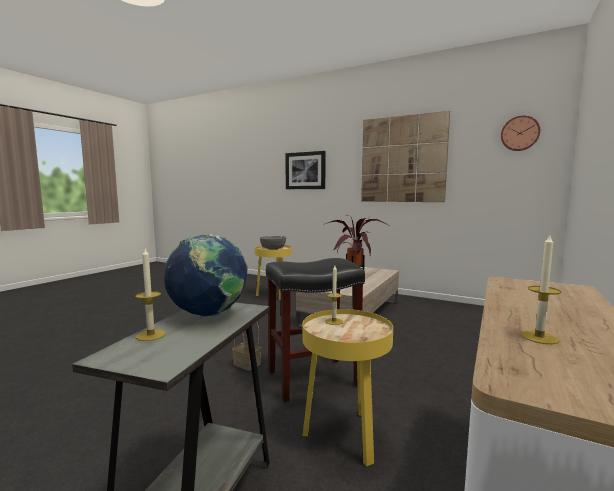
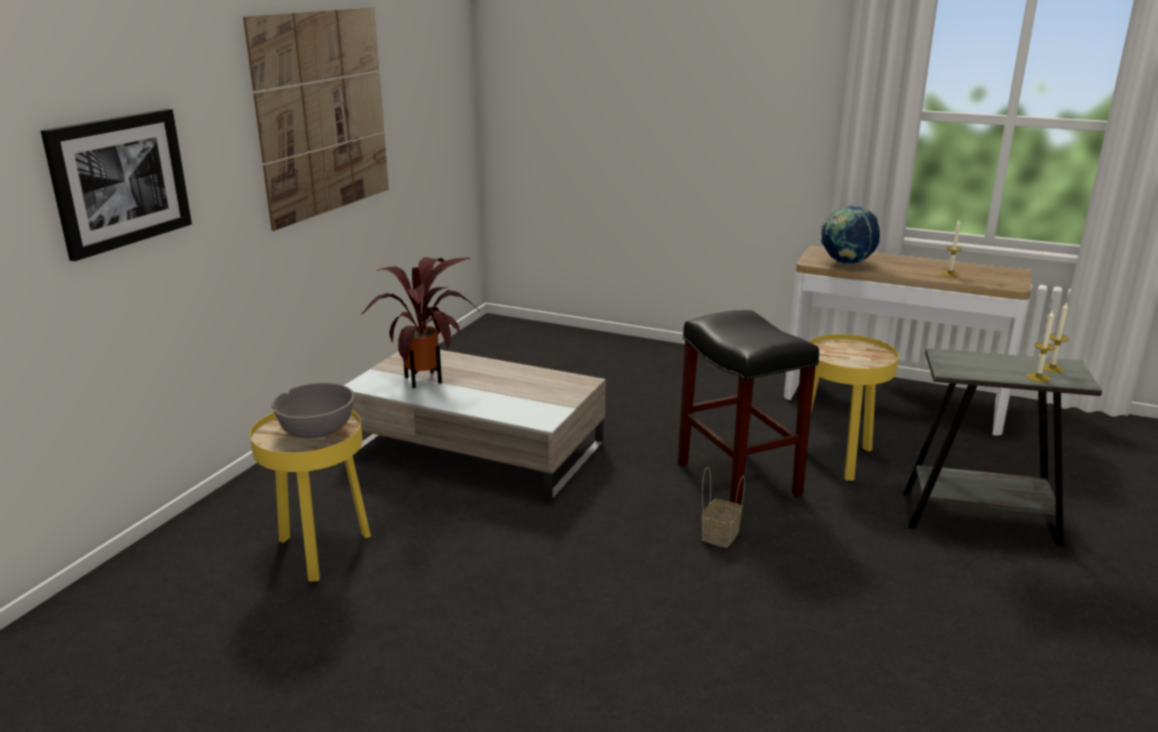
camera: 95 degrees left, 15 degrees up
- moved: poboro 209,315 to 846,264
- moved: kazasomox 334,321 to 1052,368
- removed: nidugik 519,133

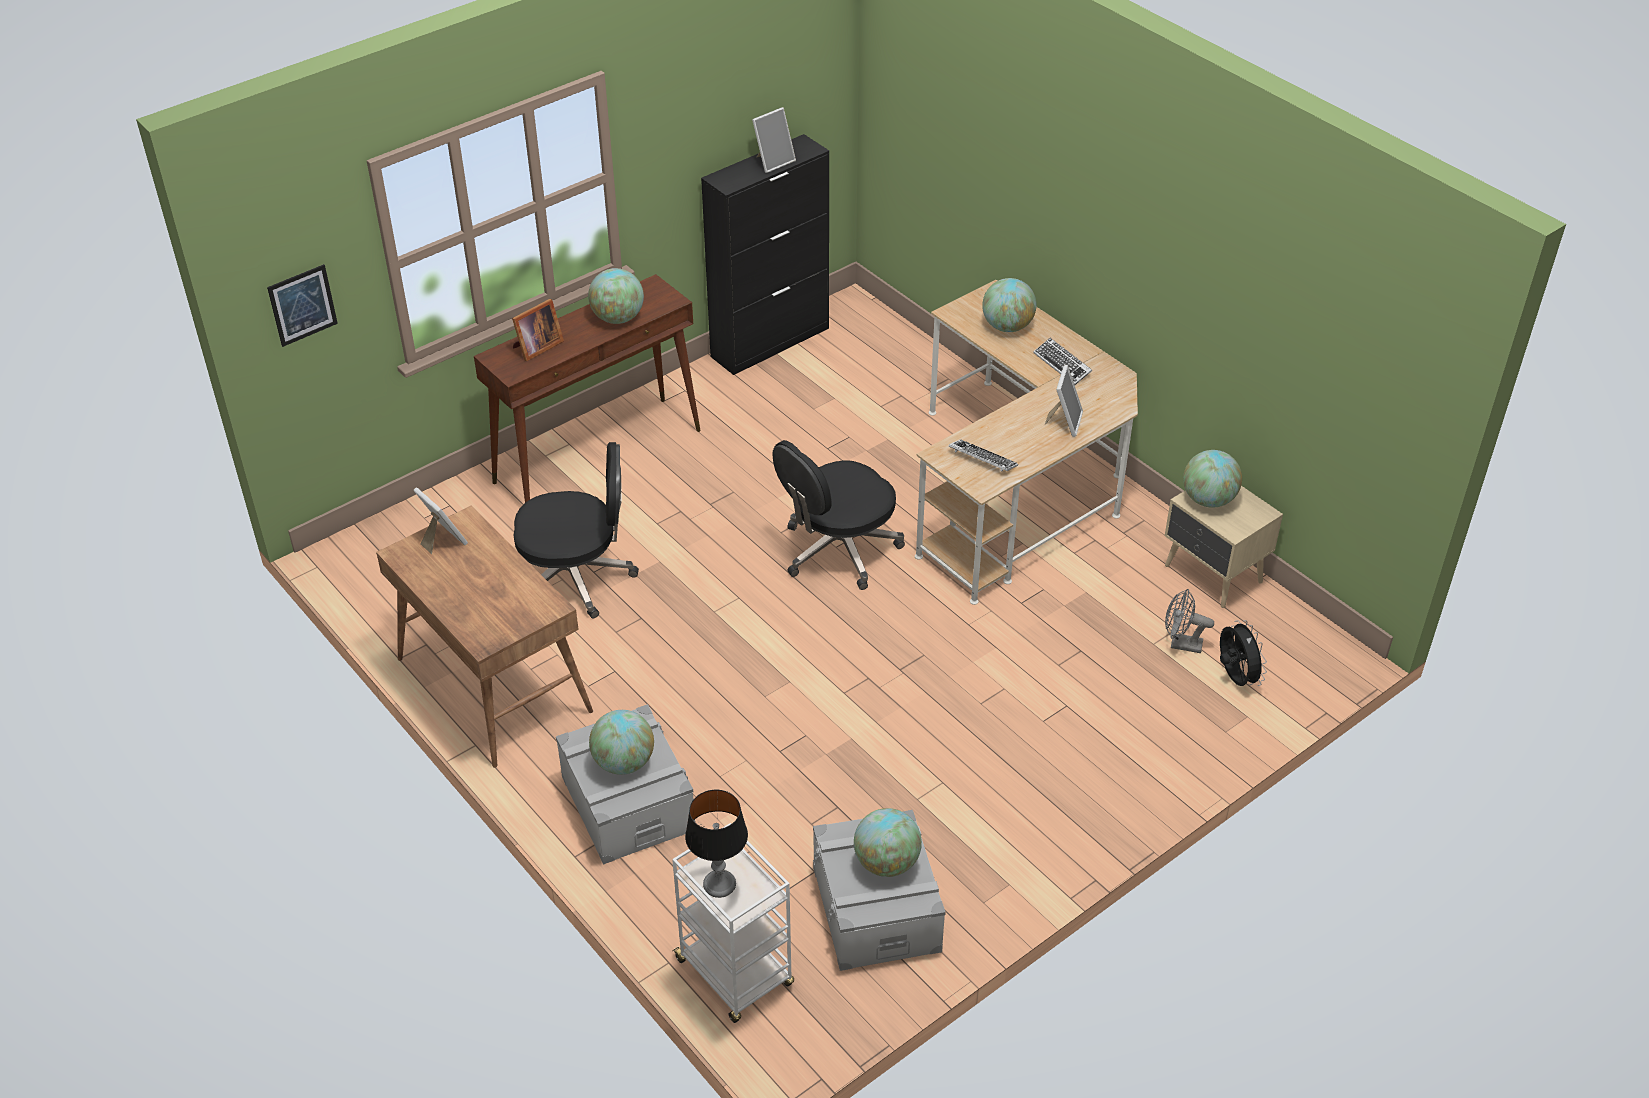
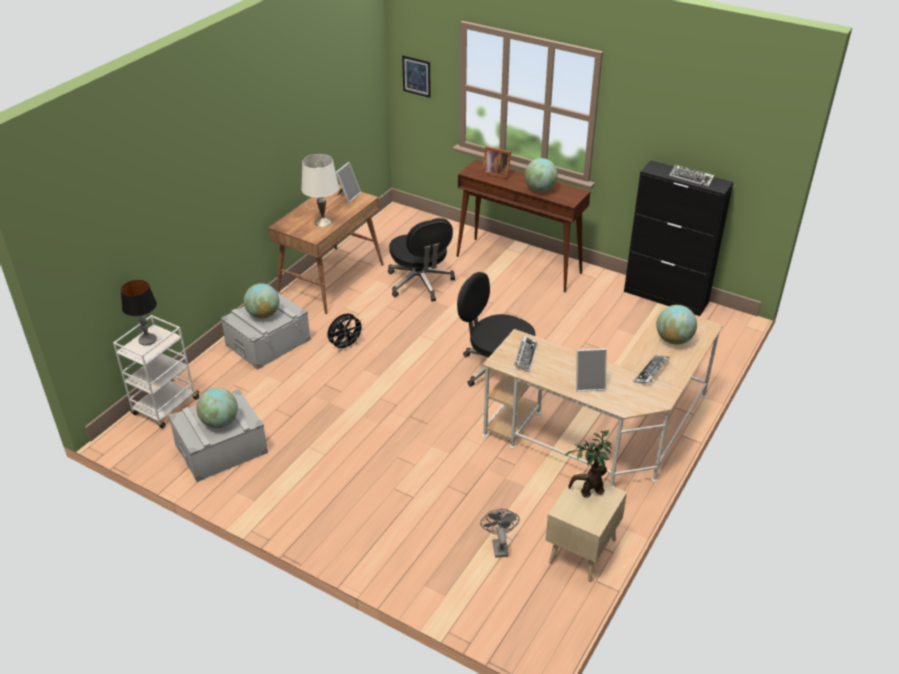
camera: 70 degrees right, 5 degrees down
- added: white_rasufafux 323,222
- moved: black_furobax 1234,678 to 346,346
- replaced: poboro 1208,500 to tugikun 588,491
- replaced: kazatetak 773,161 to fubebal 691,178

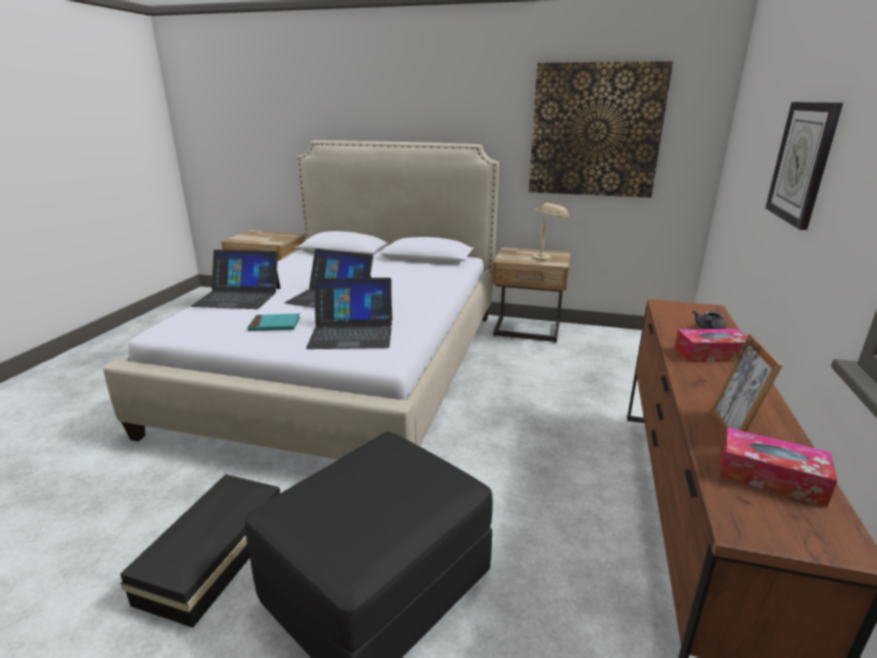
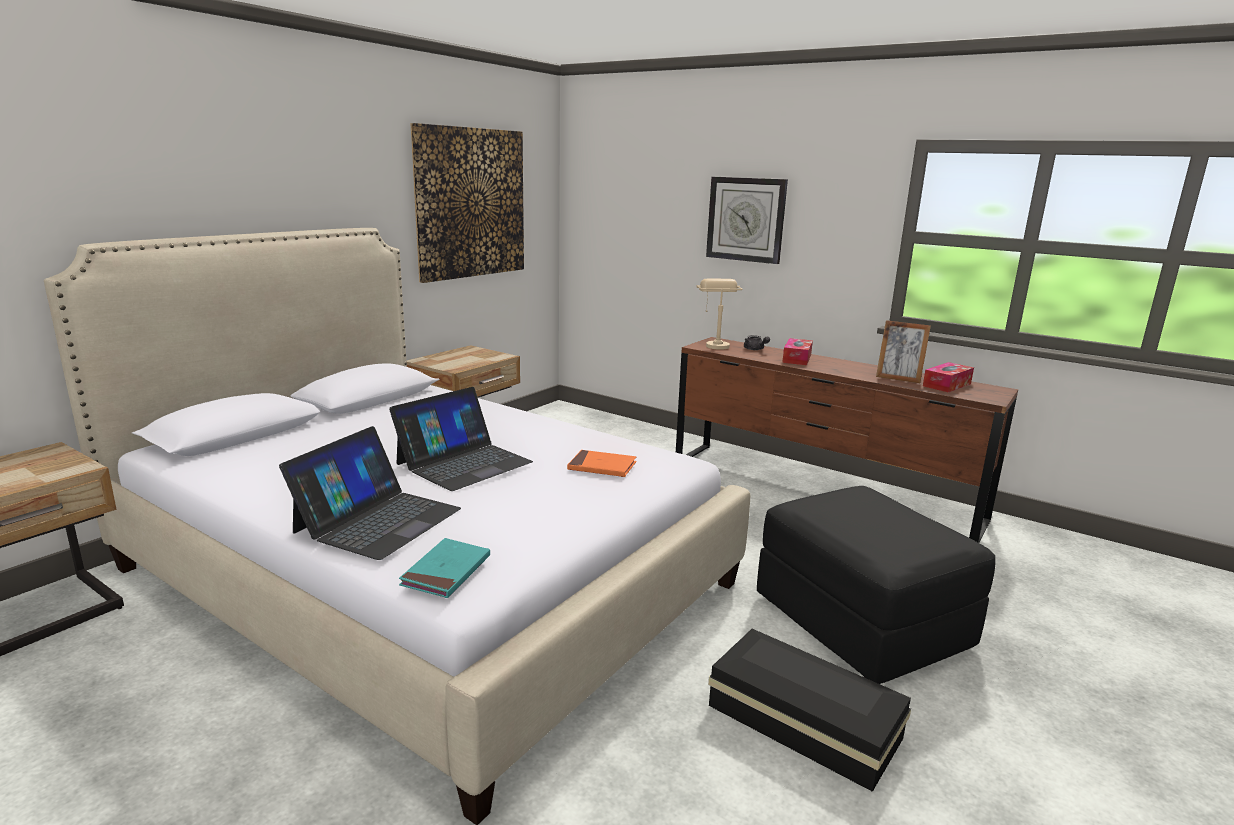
camera: 70 degrees left, 5 degrees down
- moved: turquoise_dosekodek 275,325 to 446,571
- replaced: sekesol 352,333 to orange_dosekodek 602,467
- moved: beige_rasufafux 545,257 to 714,344

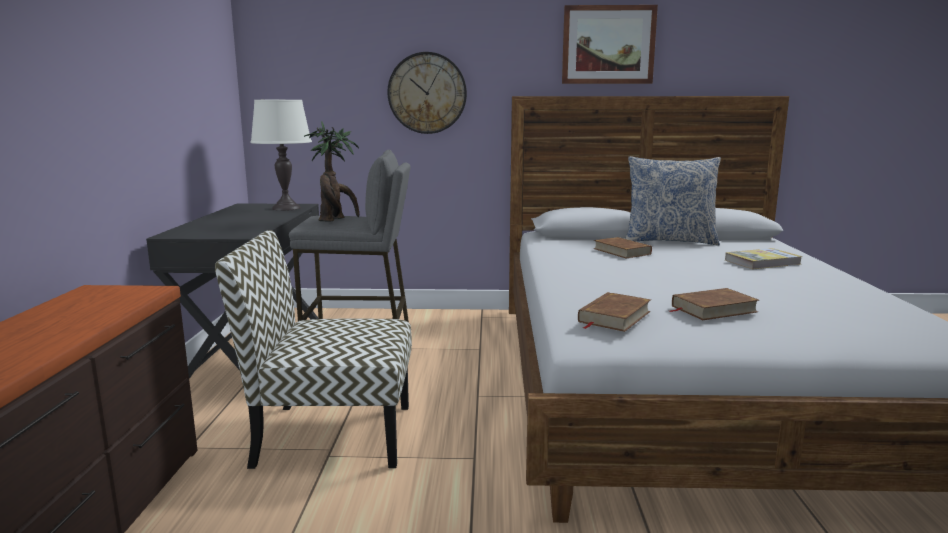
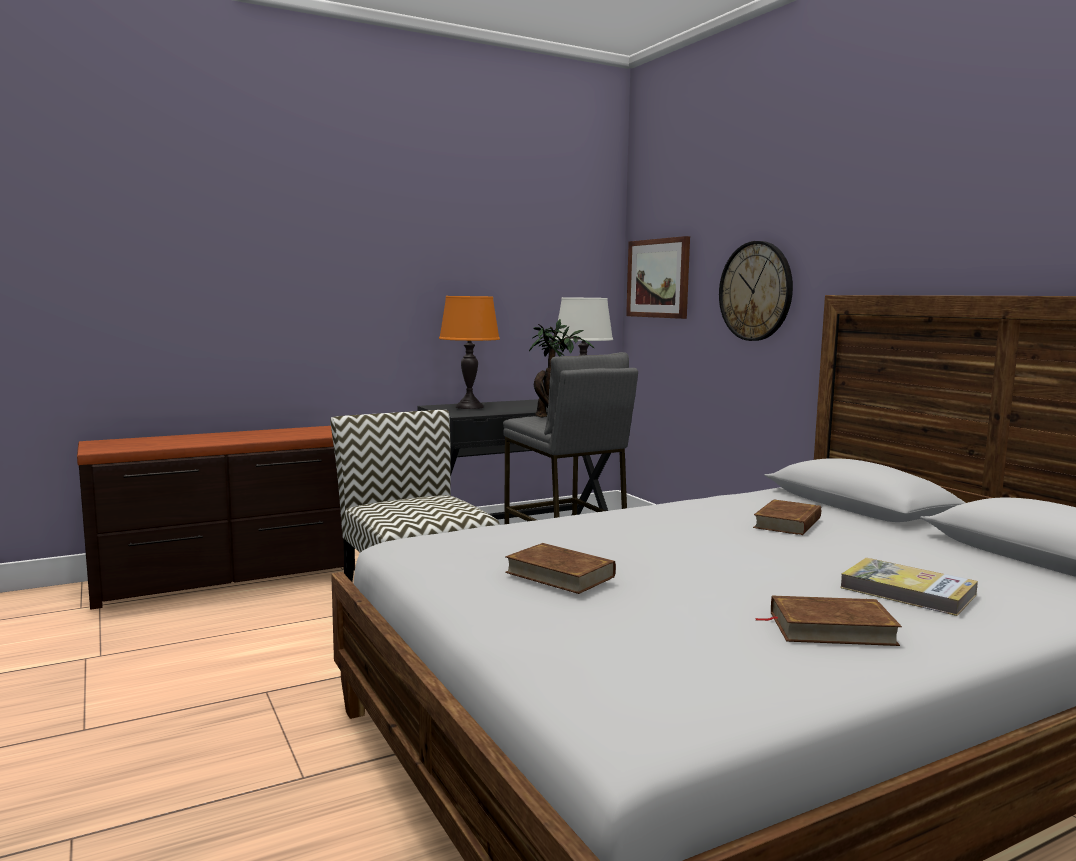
camera: 60 degrees right, 5 degrees down
- added: orange_rasufafux 469,407
- moved: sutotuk 608,45 to 658,278
- moved: brown_dosekodek 613,317 to 831,628
- removed: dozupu 669,241

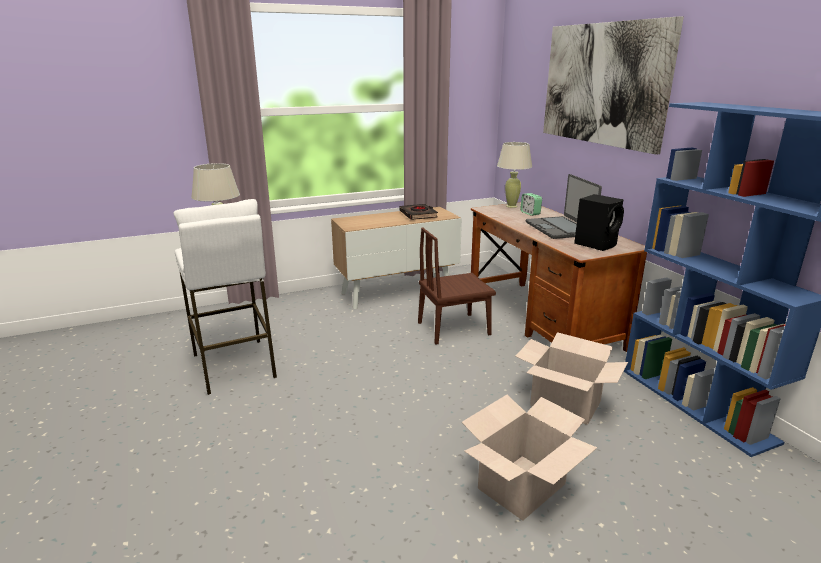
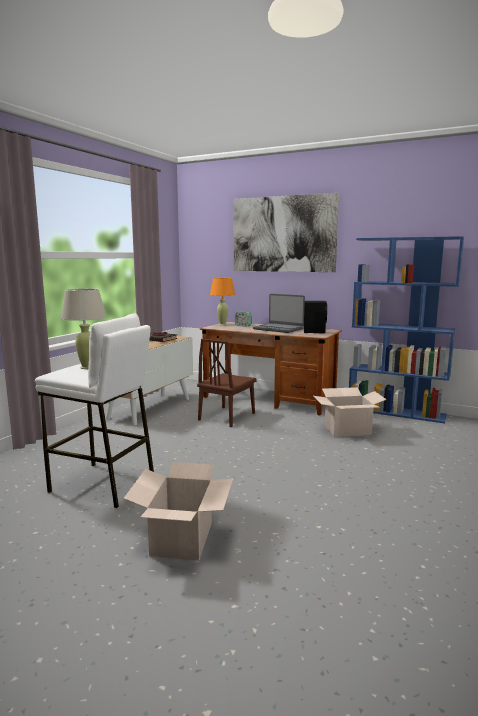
camera: 40 degrees left, 10 degrees down
- moved: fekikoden 521,485 to 181,539
- recoloured: beige_rasufafux 511,206 to orange_rasufafux 222,324

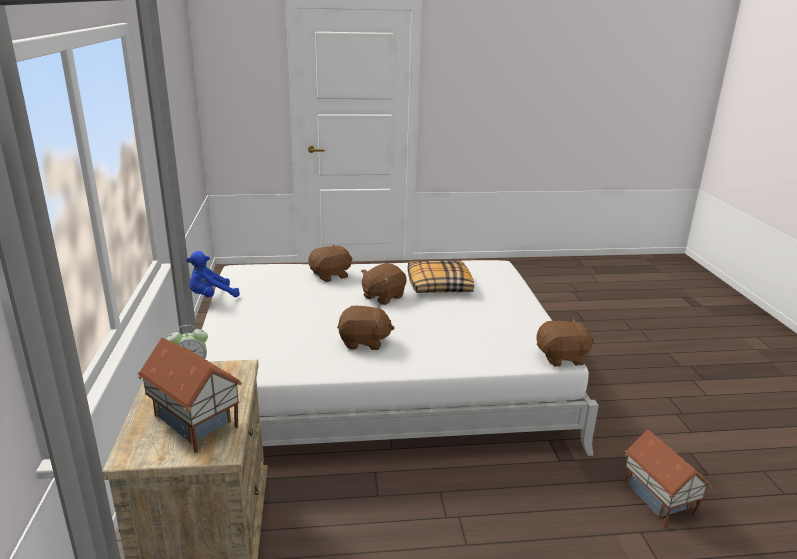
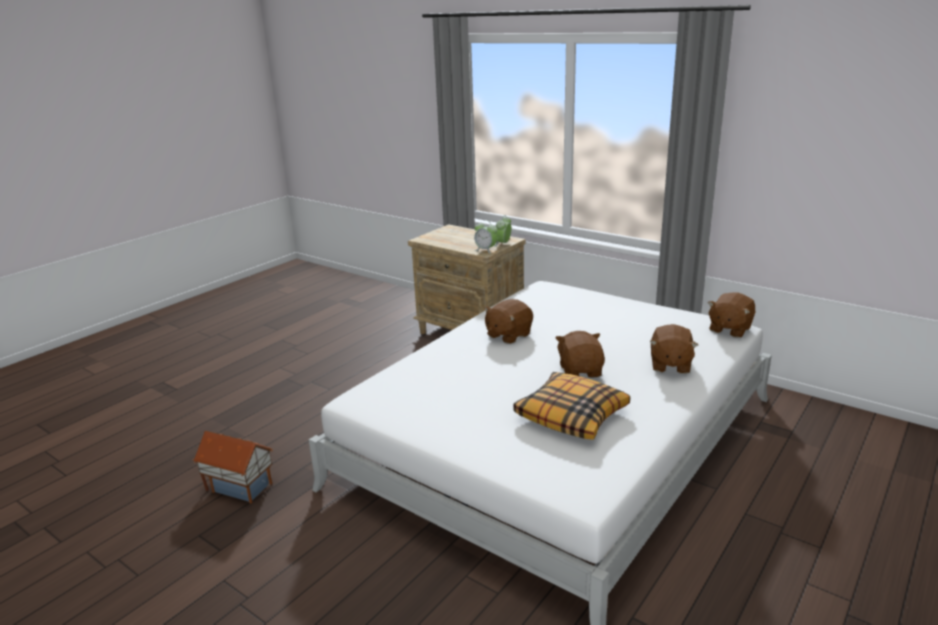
camera: 135 degrees right, 0 degrees up
- added: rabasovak 486,250
- moved: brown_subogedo 562,358 to 729,329
- removed: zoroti 193,423
- removed: blue_subogedo 211,297

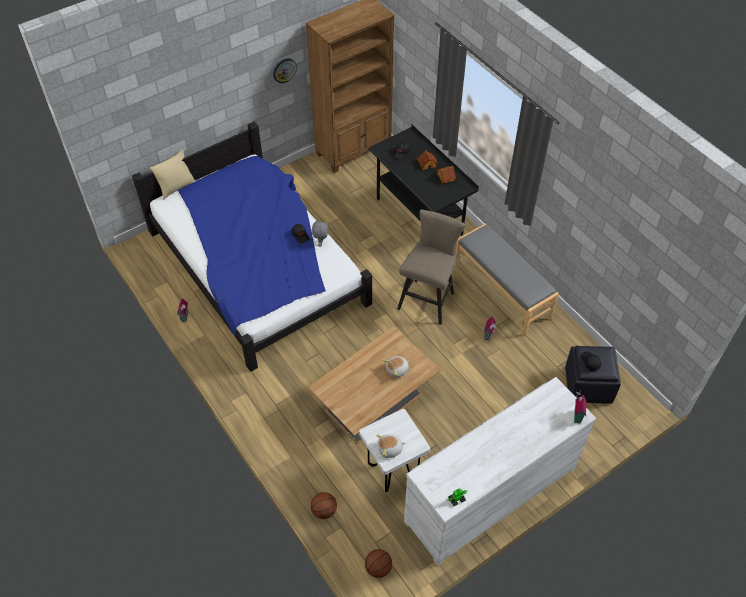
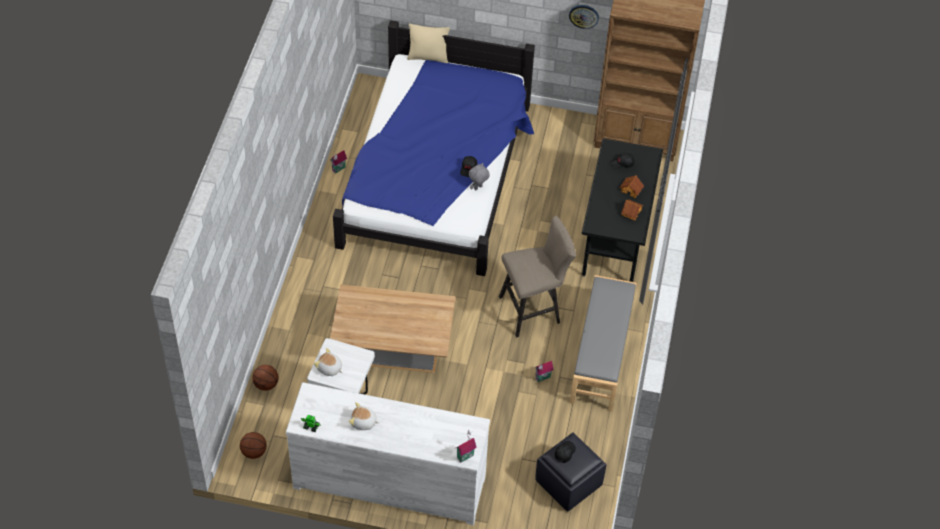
camera: 45 degrees right, 0 degrees up
- moved: subogedo 397,370 to 363,422

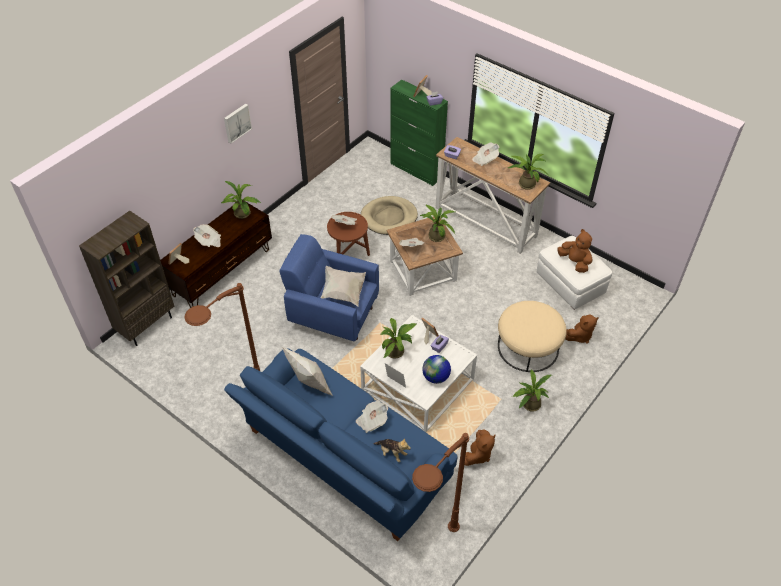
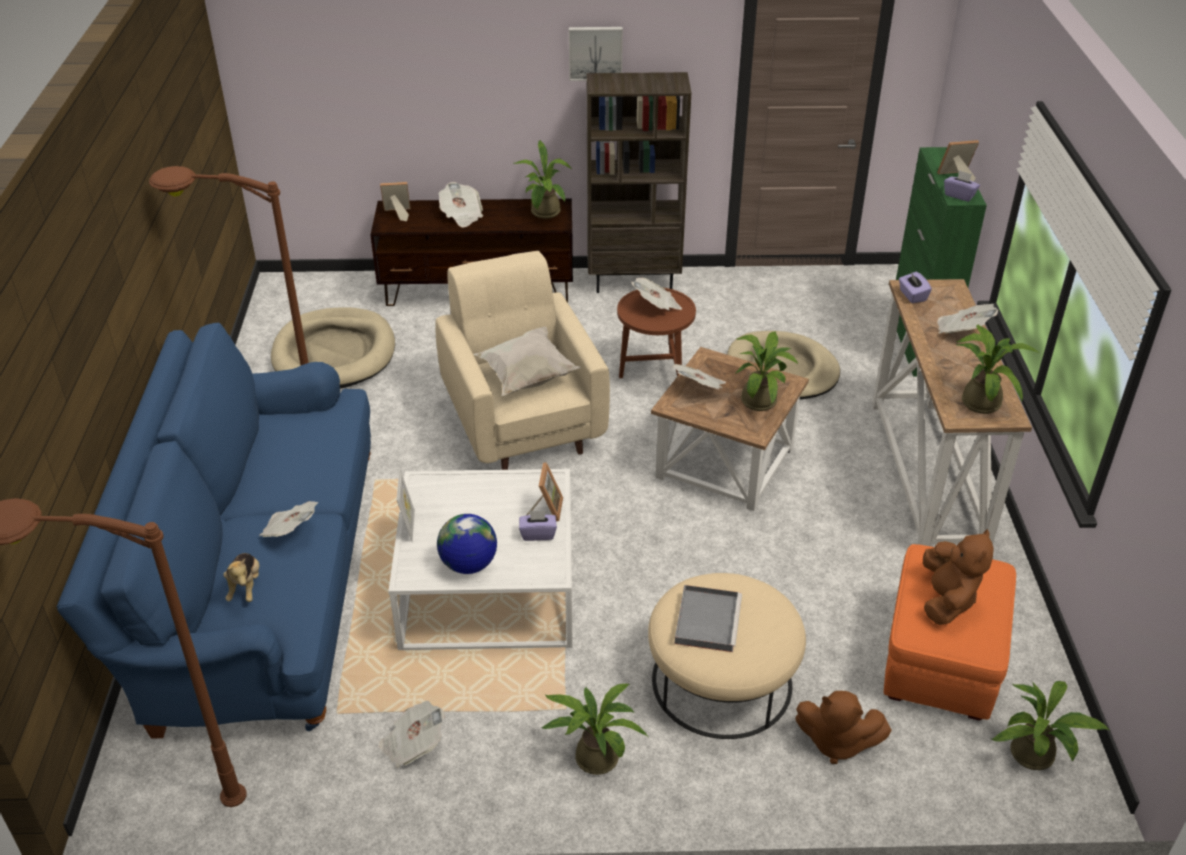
camera: 50 degrees right, 10 degrees down
- added: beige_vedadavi 334,353
- replaced: brown_subogedo 477,455 to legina 413,745
- recoloured: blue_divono 333,314 to beige_divono 523,422
- moved: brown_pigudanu 147,325 to 634,281
- added: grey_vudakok 707,619
- recoloured: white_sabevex 570,285 to orange_sabevex 940,660
- moved: tugikun 397,351 to 1037,757
- removed: white_dozupu 310,385

